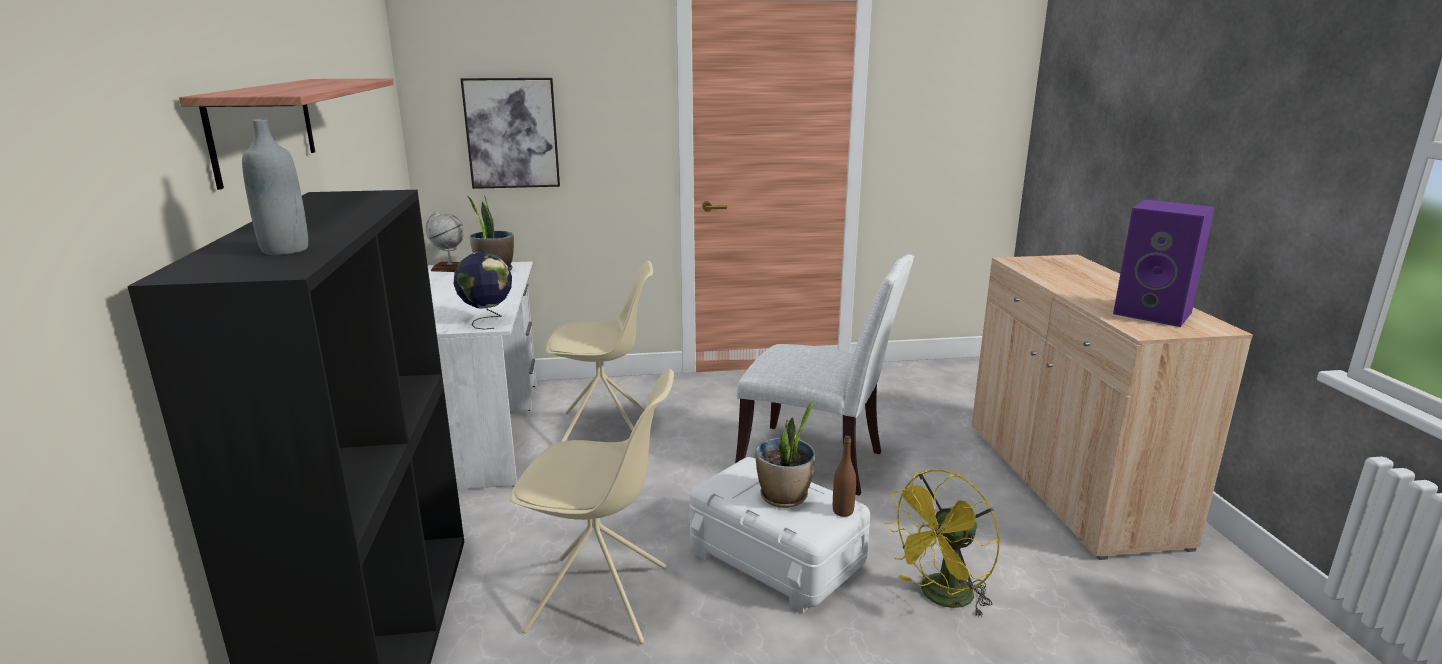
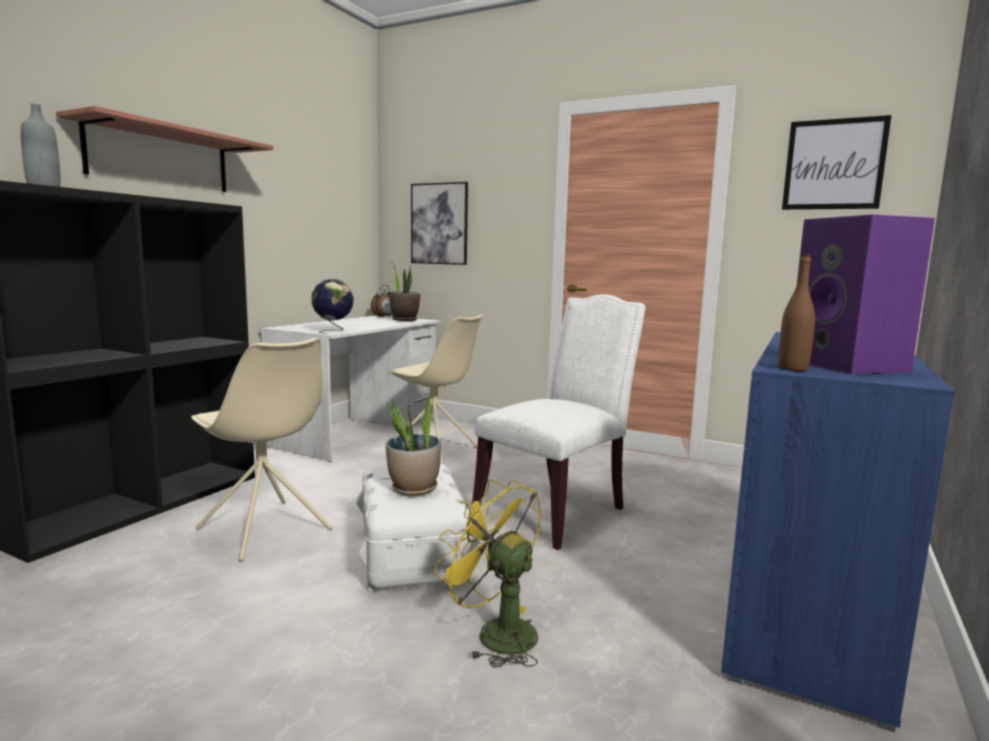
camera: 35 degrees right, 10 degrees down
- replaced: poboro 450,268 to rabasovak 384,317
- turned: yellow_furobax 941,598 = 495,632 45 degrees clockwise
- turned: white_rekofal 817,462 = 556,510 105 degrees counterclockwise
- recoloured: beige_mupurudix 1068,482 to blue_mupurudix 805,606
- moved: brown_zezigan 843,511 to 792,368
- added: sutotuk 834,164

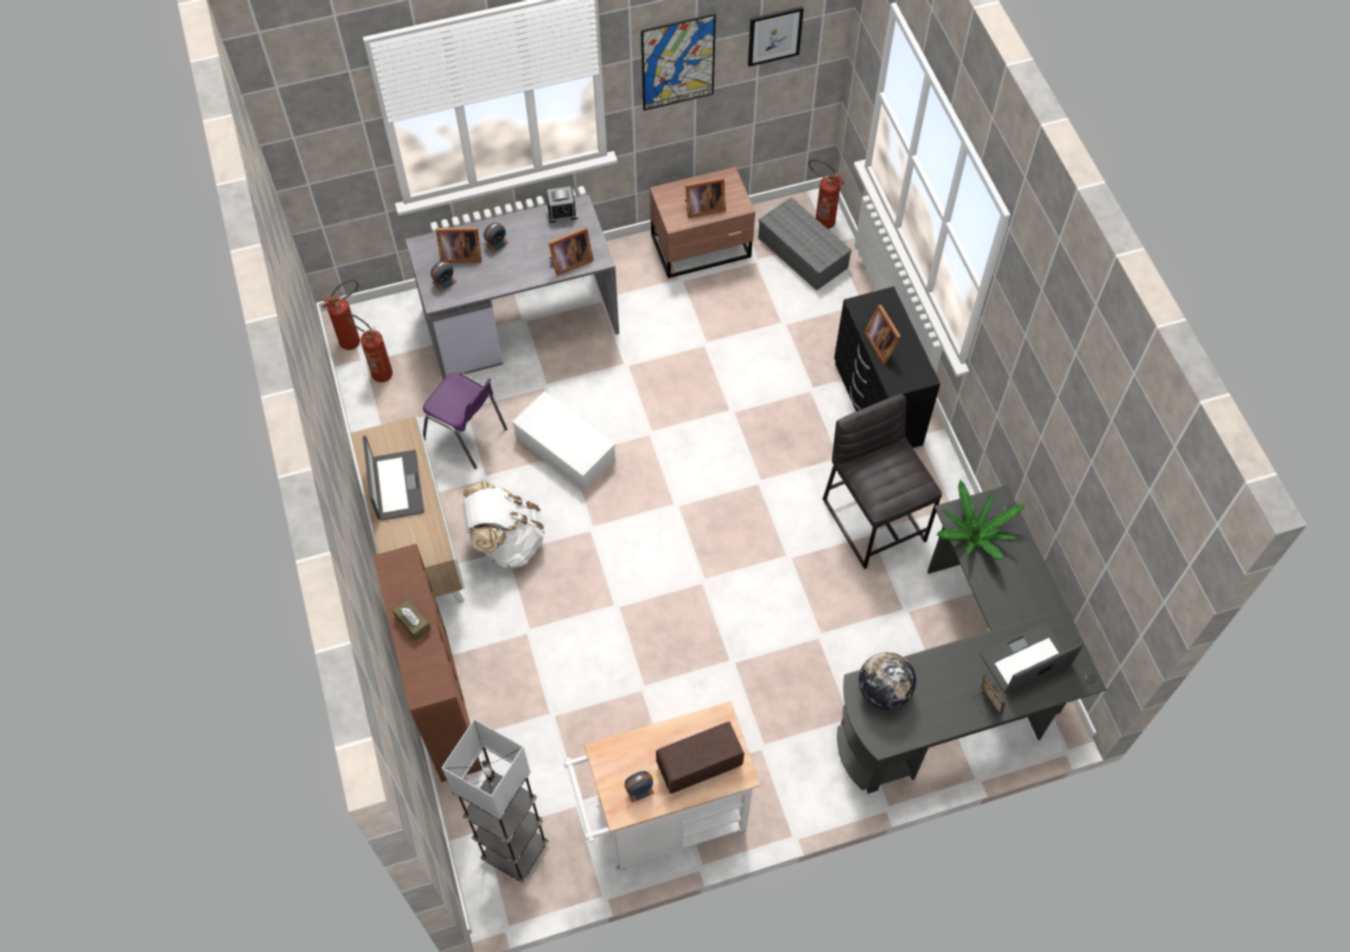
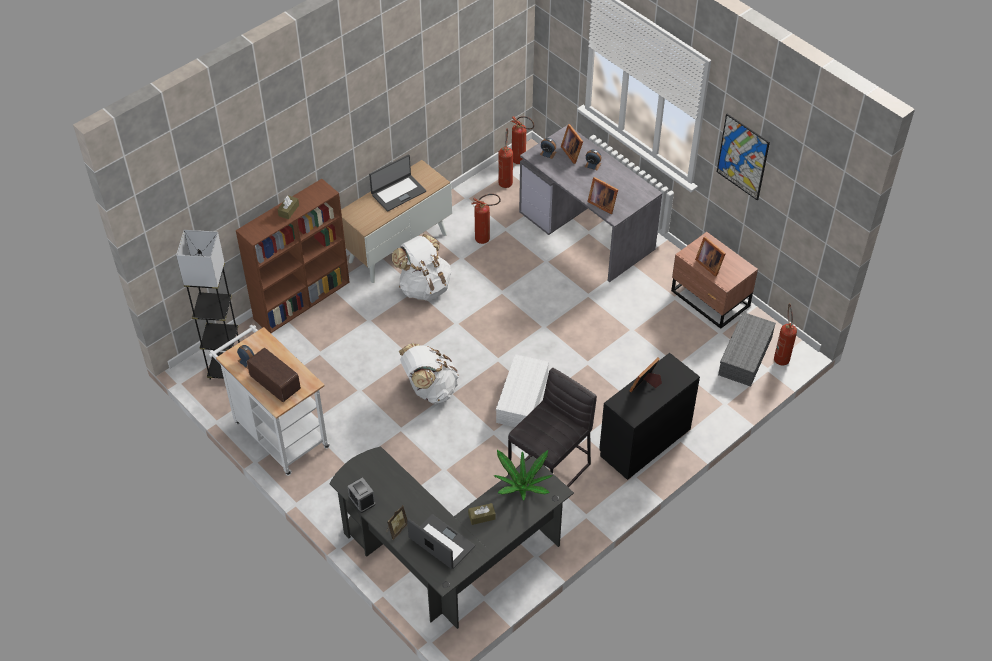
camera: 65 degrees right, 10 degrees down
- moved: rabasovak 562,212 to 362,500
- added: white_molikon 429,389
- added: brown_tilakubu 482,516
- replaced: purple_rekofal 467,436 to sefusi 486,239
- moved: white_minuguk 563,448 to 521,398
- removed: sutotuk 774,35
- removed: poboro 883,691

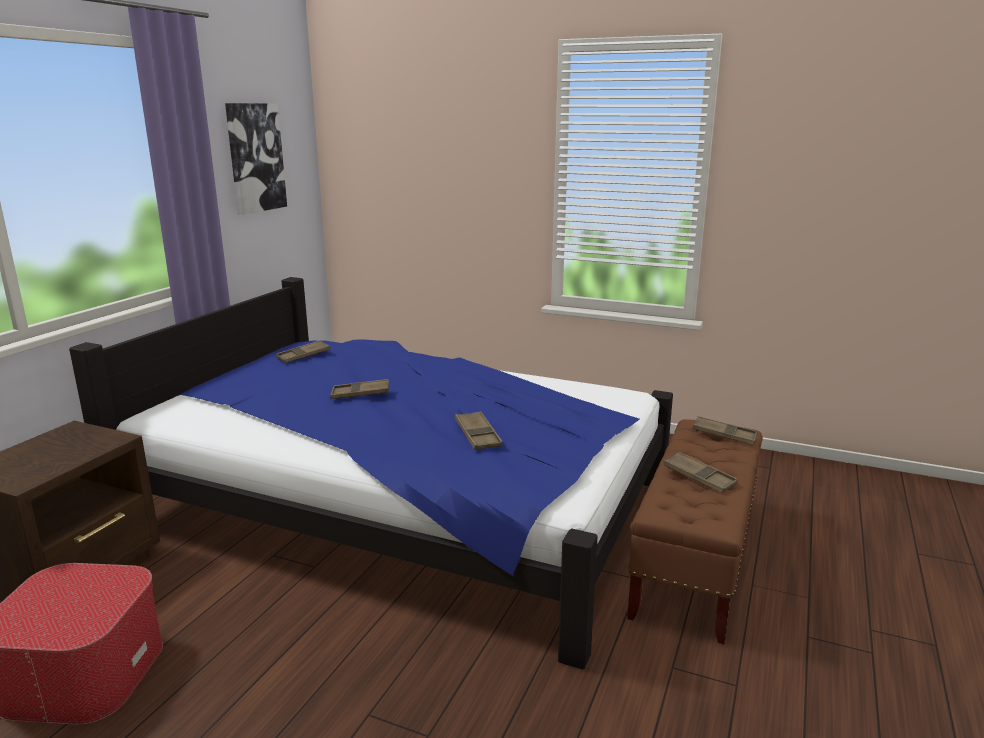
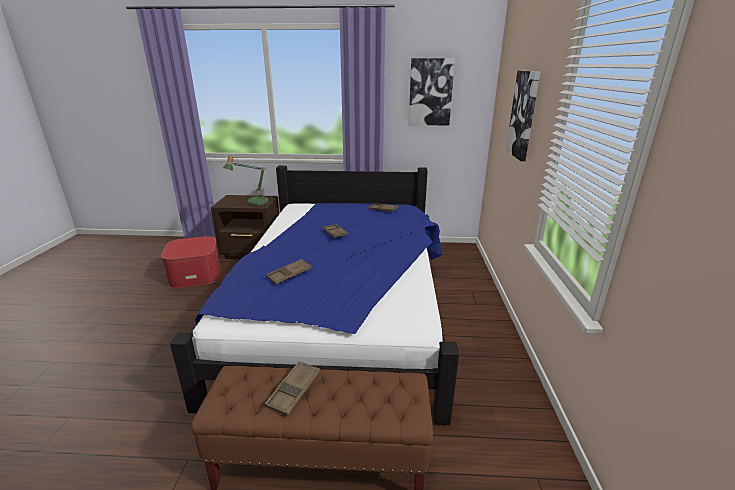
camera: 70 degrees right, 5 degrees up
- added: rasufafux 253,203
- added: sutotuk 524,115
- removed: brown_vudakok 724,435

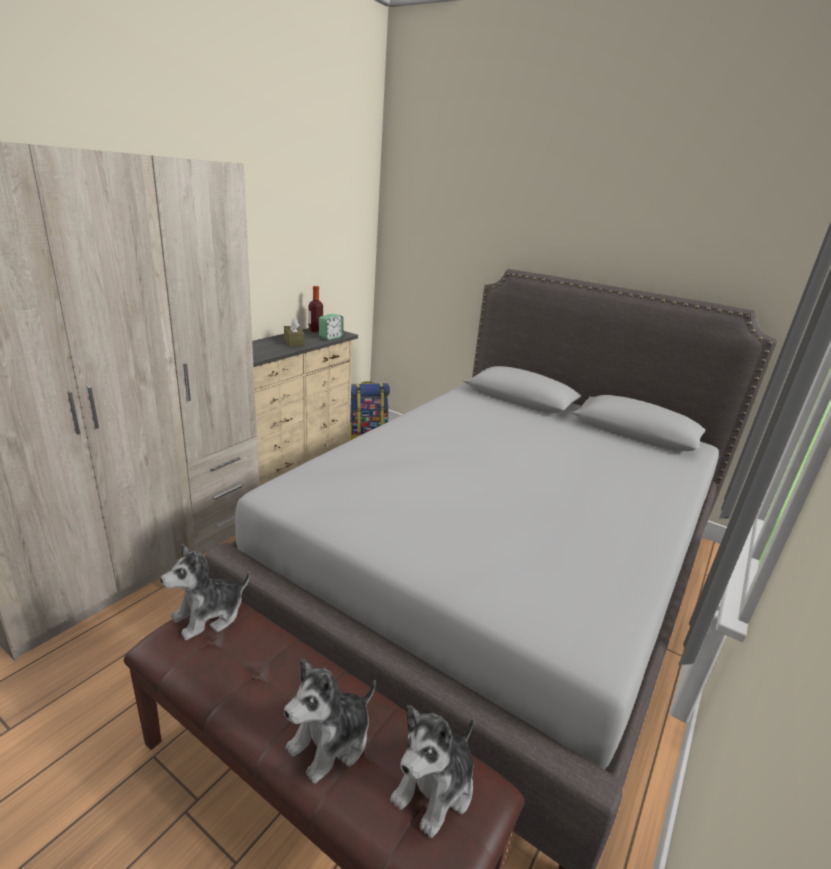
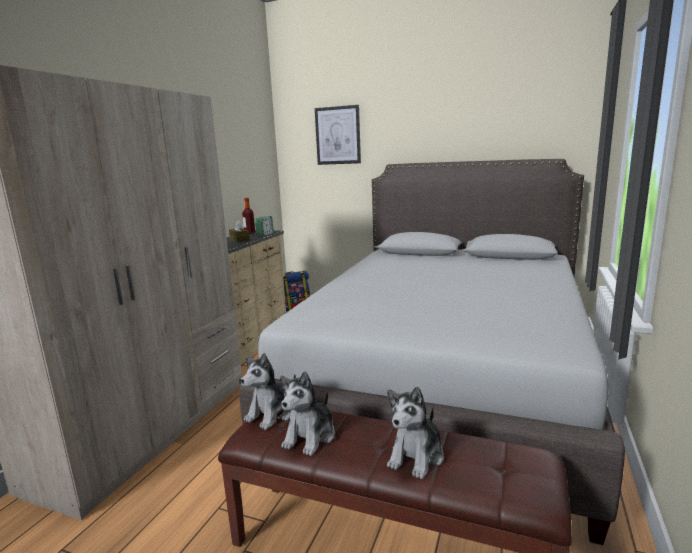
camera: 10 degrees left, 10 degrees down
- moved: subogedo 435,788 to 310,436
- added: sutotuk 338,135

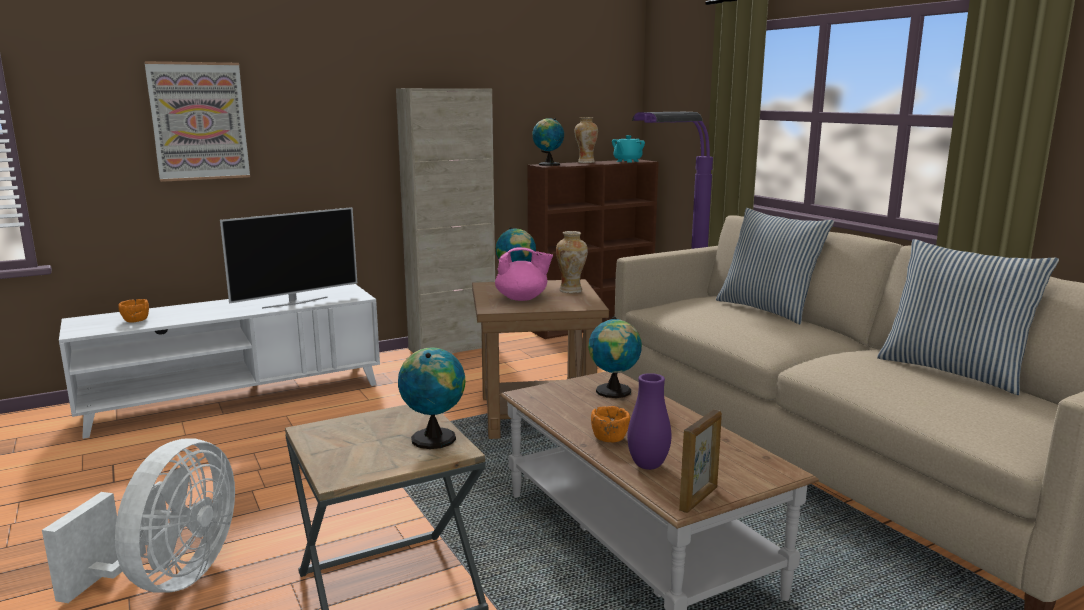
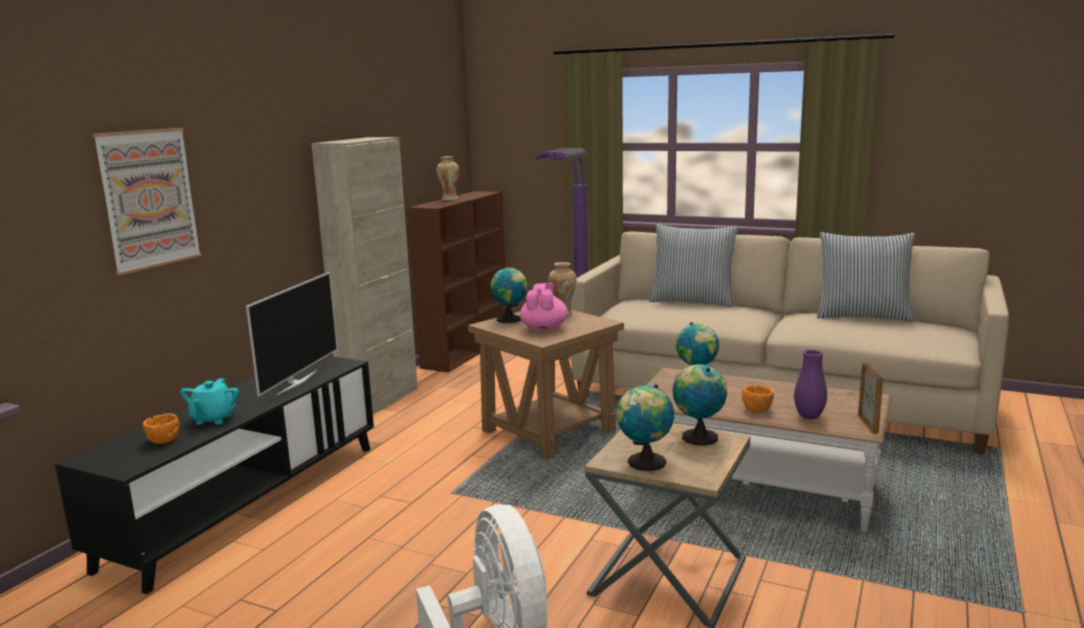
camera: 35 degrees left, 0 degrees up
- recoloured: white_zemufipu 236,398 to black_zemufipu 248,503
- moved: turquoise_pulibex 627,161 to 213,419
- turned: pink_pulibex 522,298 = 544,328 45 degrees counterclockwise
- moved: poboro 547,164 to 644,463

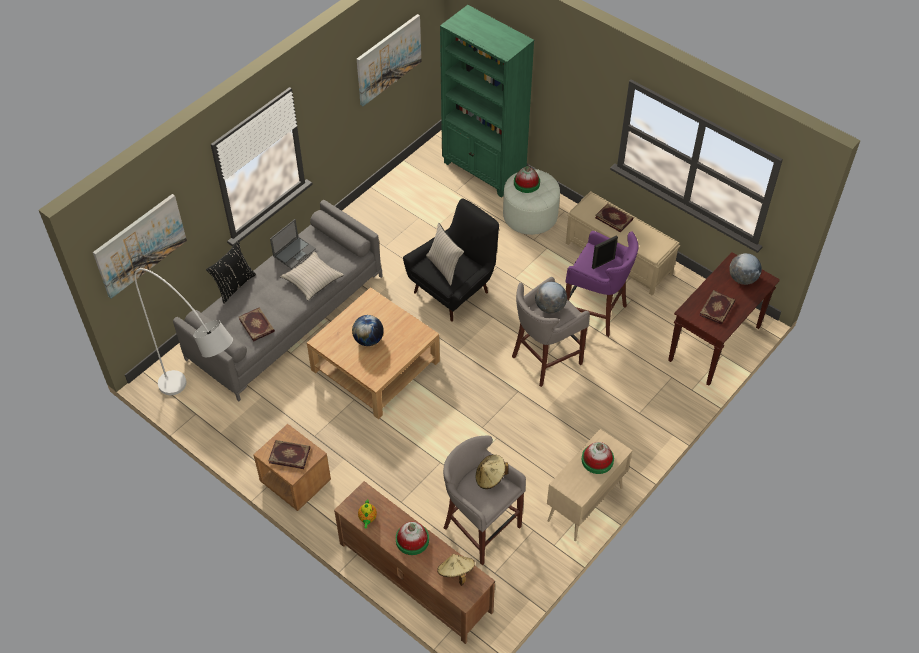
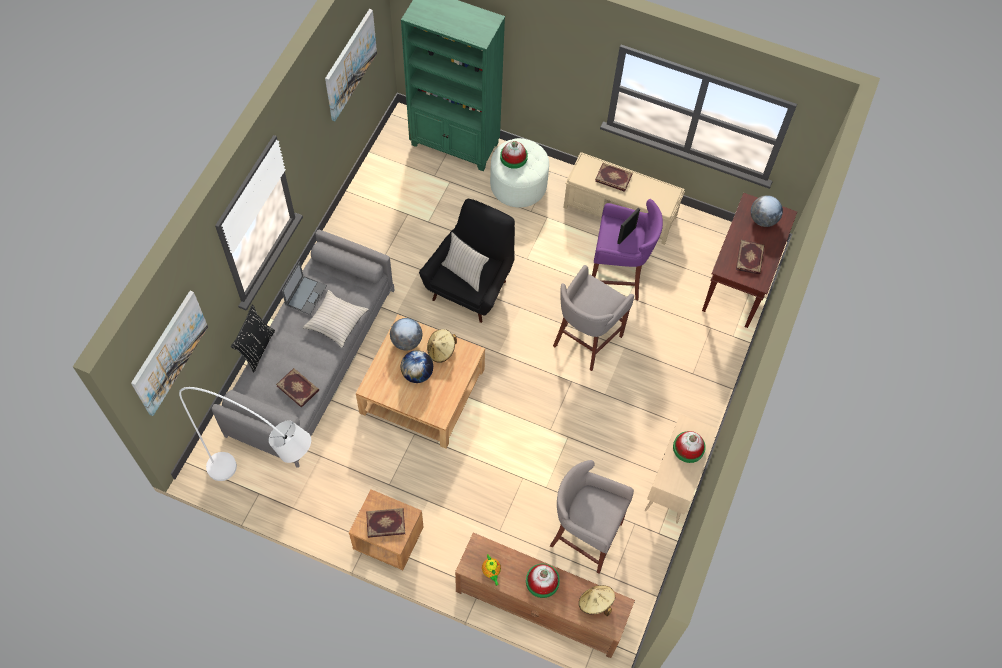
camera: 20 degrees left, 10 degrees up
- moved: poboro 550,307 to 406,341
- moved: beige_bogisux 490,477 to 441,350

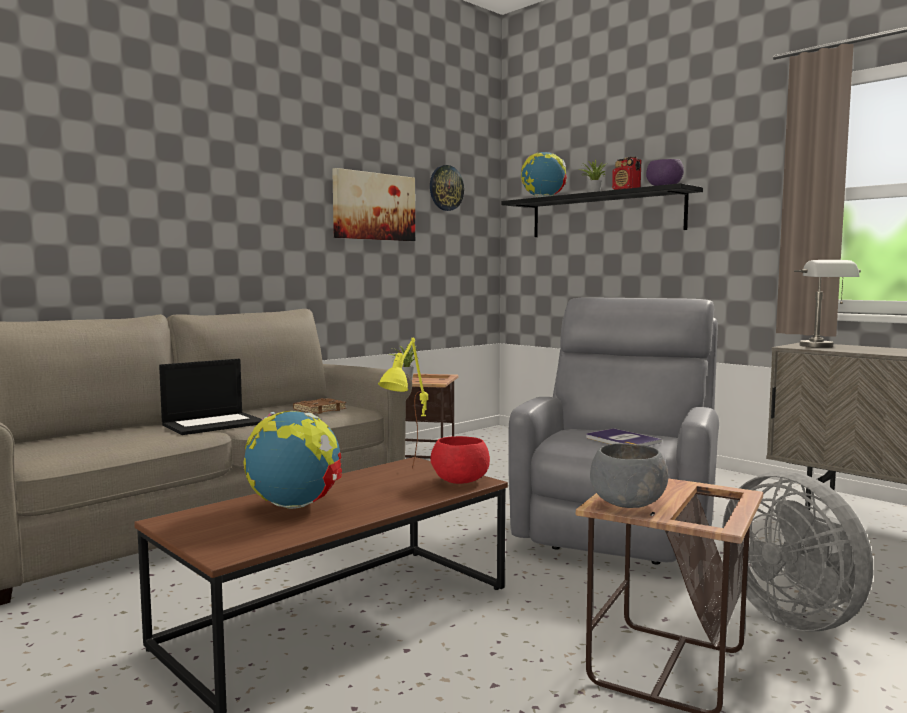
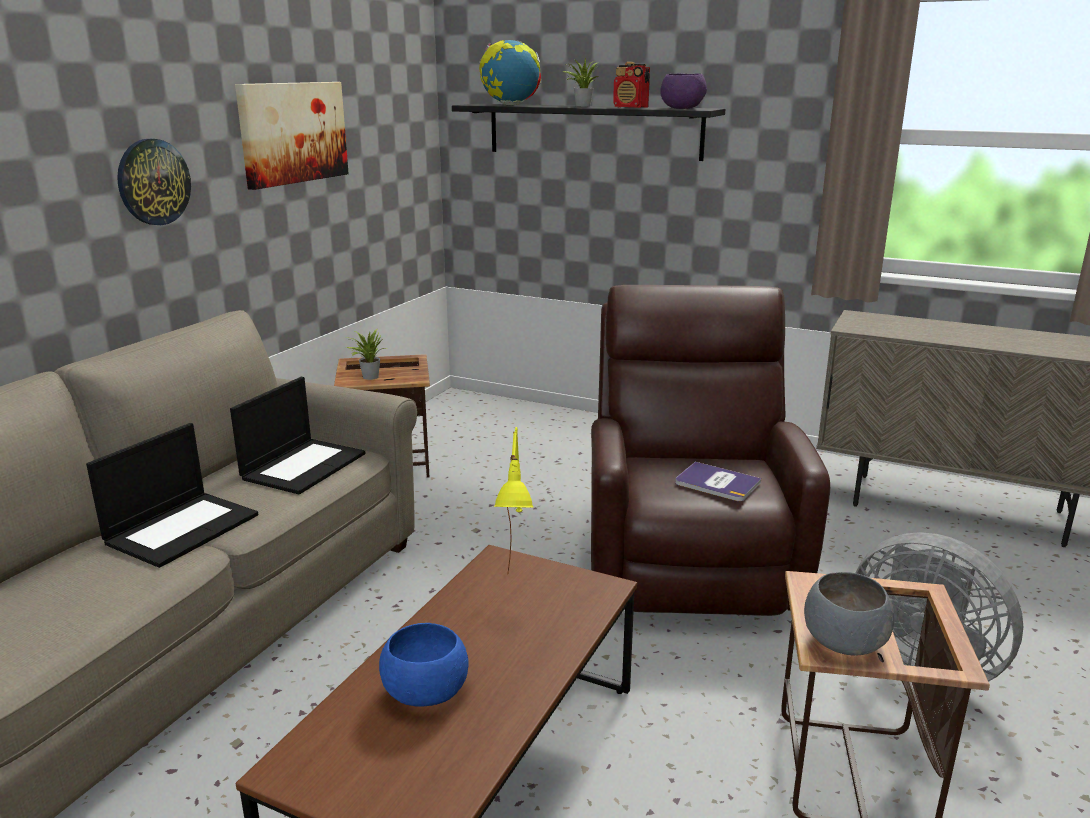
camera: 20 degrees left, 15 degrees up
- moved: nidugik 446,188 to 153,182
- replaced: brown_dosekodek 319,410 to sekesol 304,465
- replaced: poboro 295,506 to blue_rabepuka 427,693
- recoloured: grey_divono 619,529 to brown_divono 690,561
- removed: red_rabepuka 461,481
- removed: grey_rasufafux 823,347

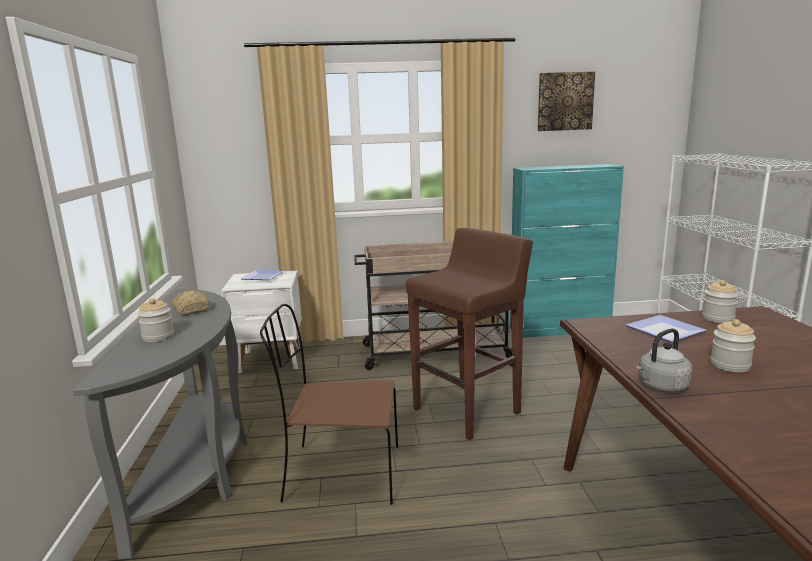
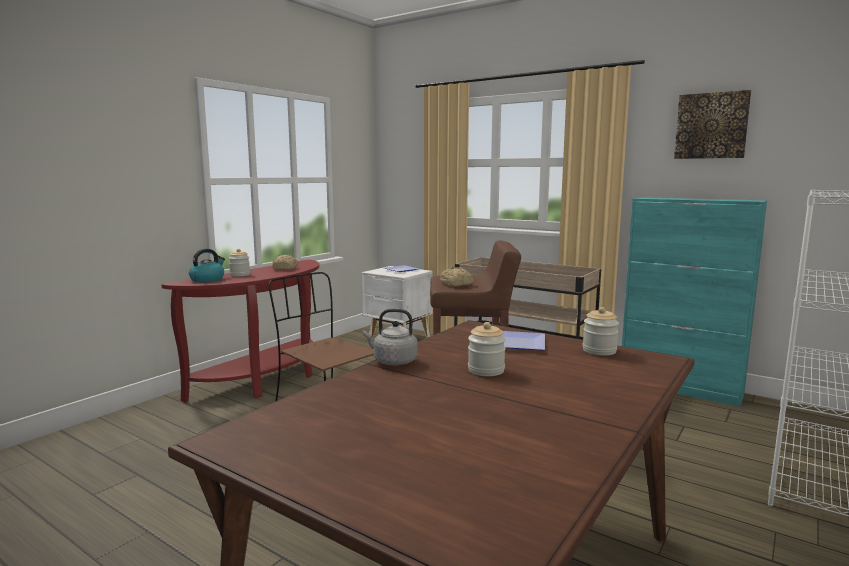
camera: 40 degrees right, 5 degrees down
- recoloured: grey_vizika 197,471 to red_vizika 266,380
- added: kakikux 208,279
- added: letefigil 456,284

